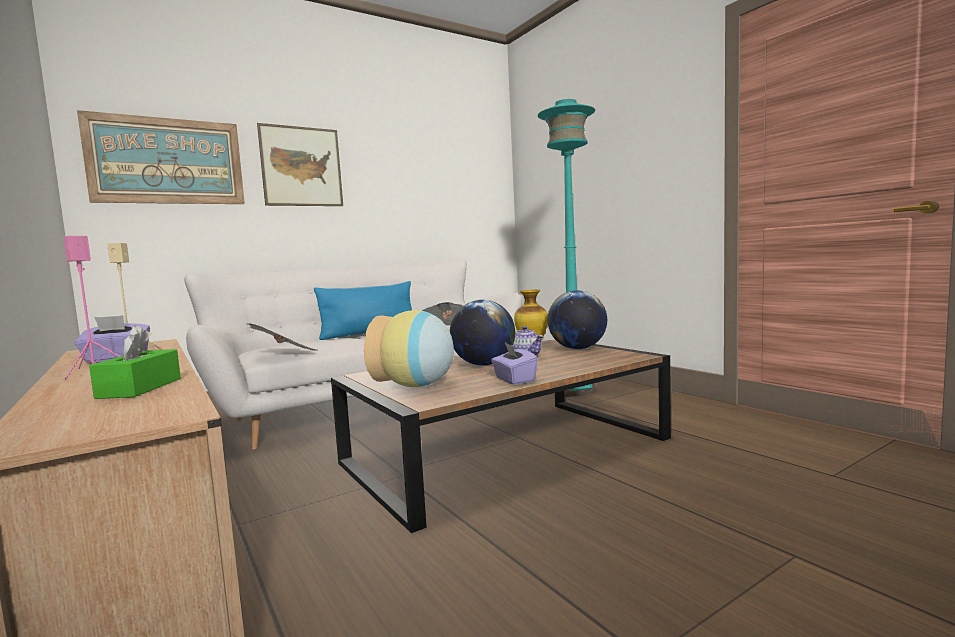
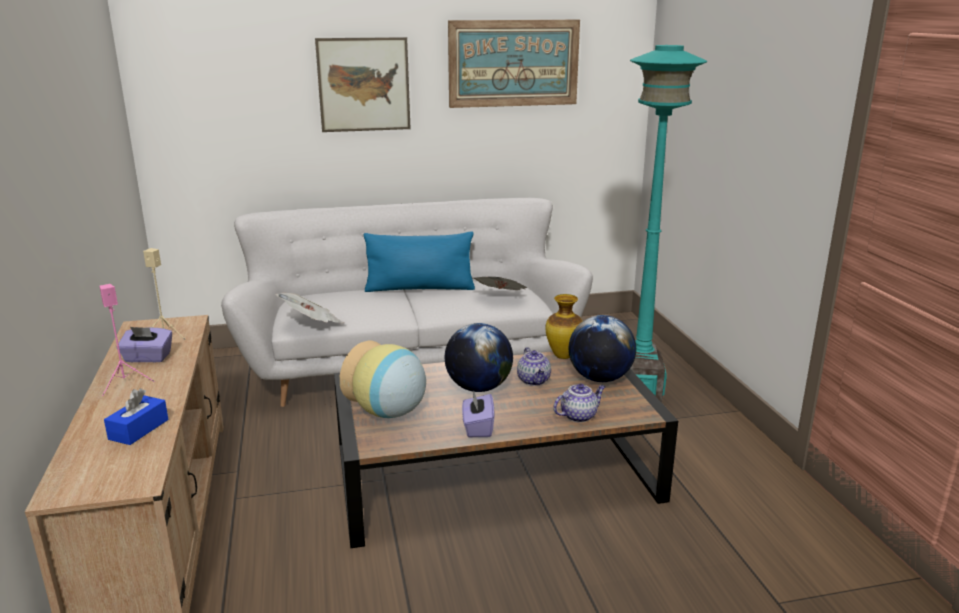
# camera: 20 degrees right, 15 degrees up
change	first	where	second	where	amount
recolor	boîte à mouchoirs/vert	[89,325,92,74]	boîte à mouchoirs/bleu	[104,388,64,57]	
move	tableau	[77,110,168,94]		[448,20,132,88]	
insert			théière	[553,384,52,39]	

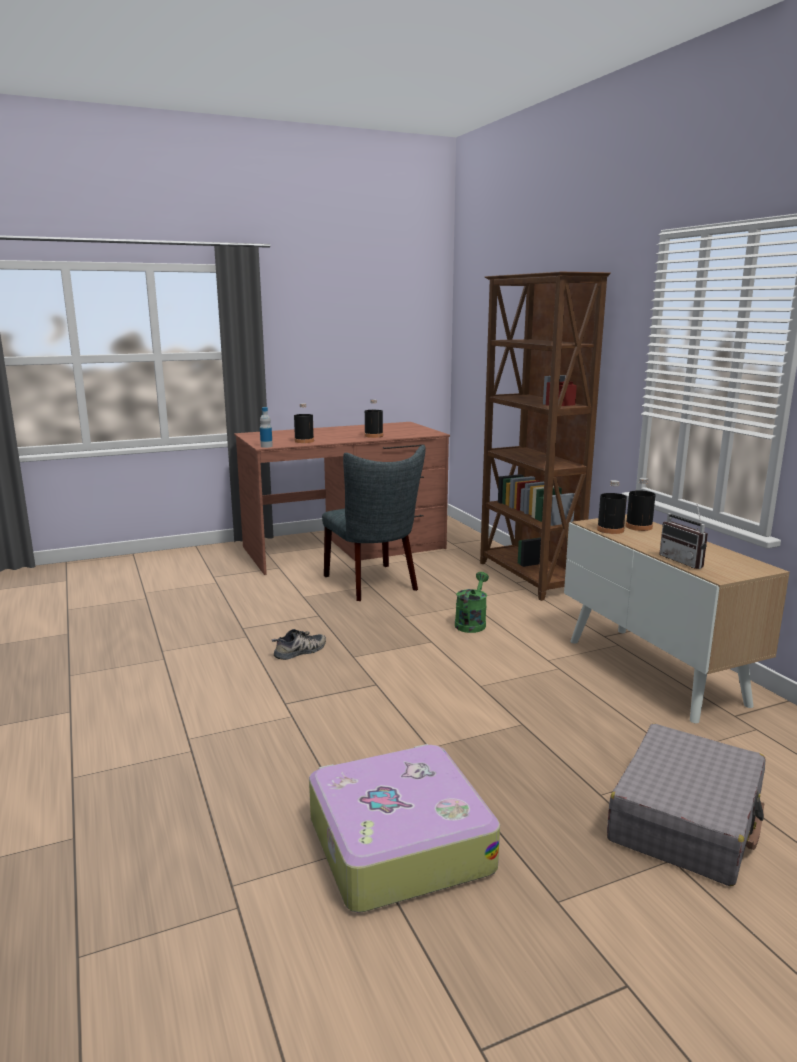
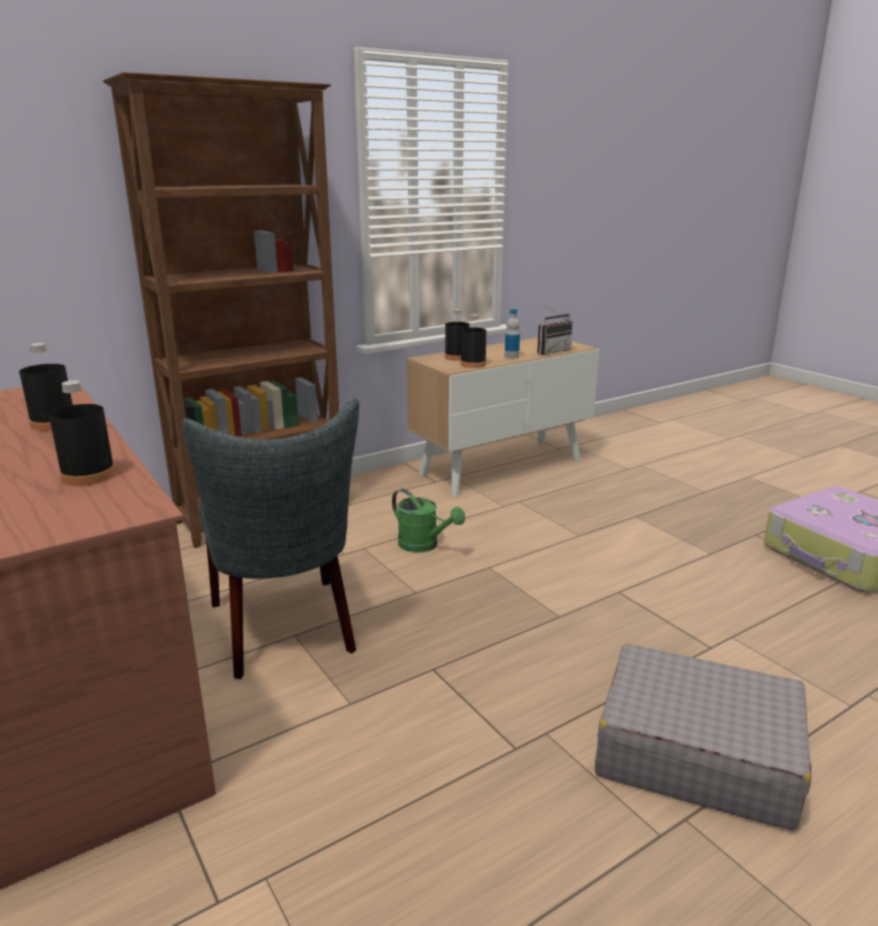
# camera: 100 degrees left, 5 degrees up
change	first	where	second	where	amount
rotate	chaise/gris	[322,445,104,156]		[182,398,177,281]	105 degrees clockwise
rotate	arrosoir/vert	[455,572,34,61]		[392,489,73,64]	150 degrees counterclockwise
move	bouteille	[260,407,13,41]		[505,308,15,51]	
move	valise/gris	[607,724,158,162]		[595,644,217,187]	
delete	chaussure	[272,629,54,31]			

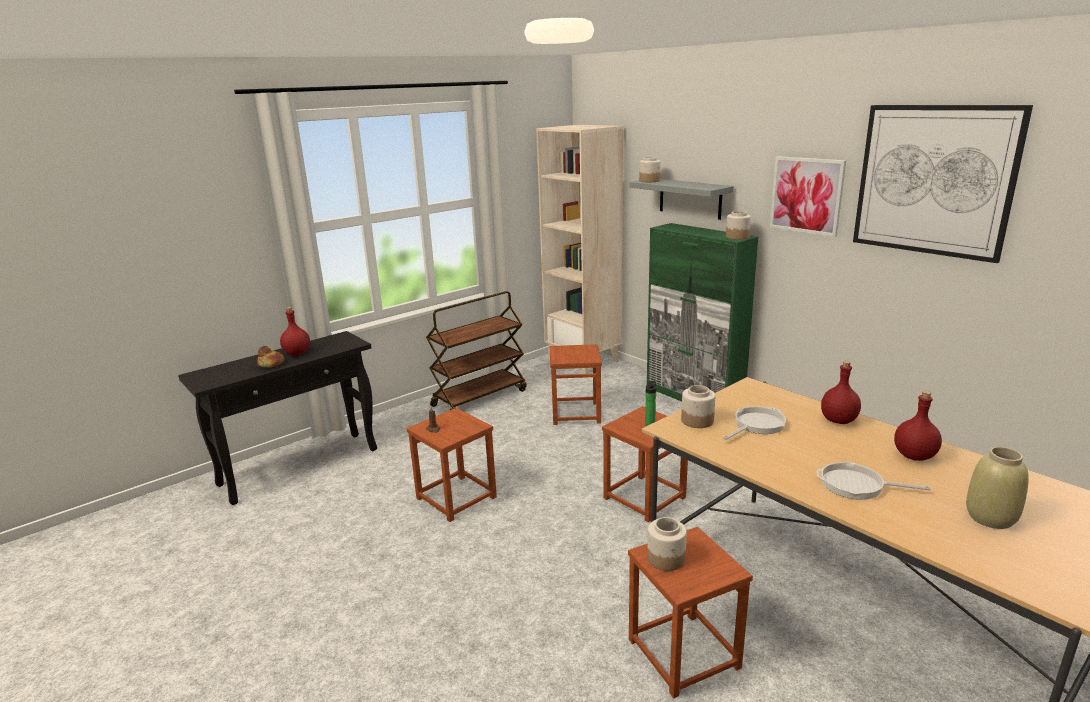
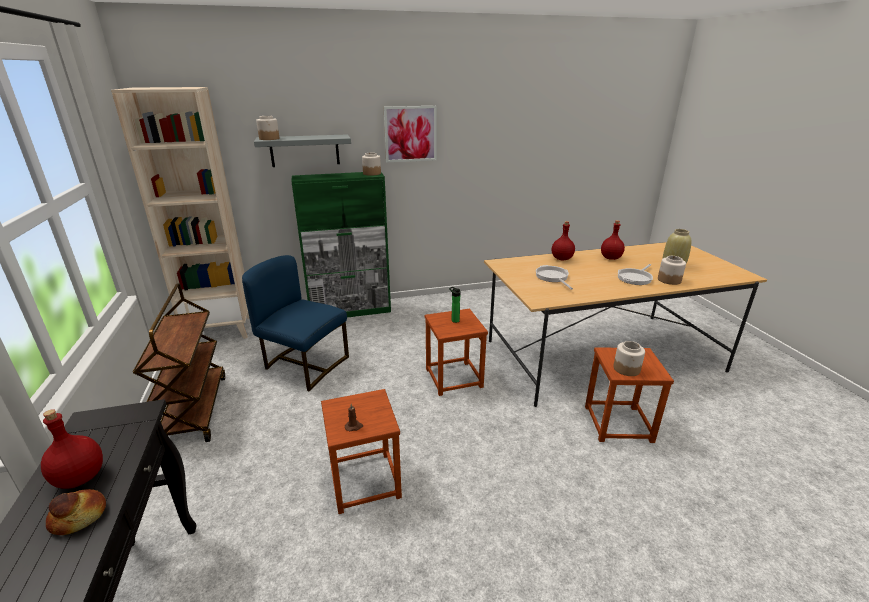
# camera: 65 degrees left, 5 degrees up
change	first	where	second	where	amount
replace	tabouret/marron	[550,344,52,81]	chaise/bleu	[242,255,107,137]	
move	bocal	[681,385,34,43]		[658,256,28,29]	
delete	tableau	[853,105,180,158]			

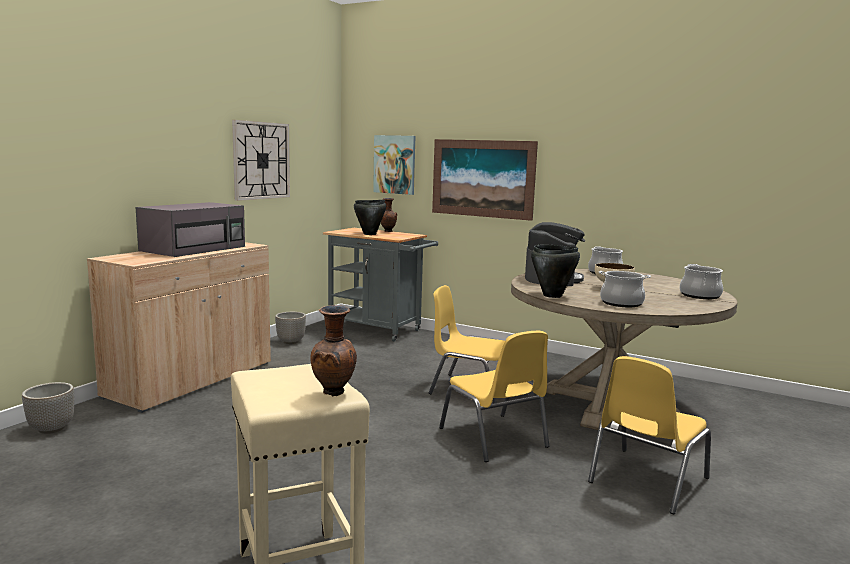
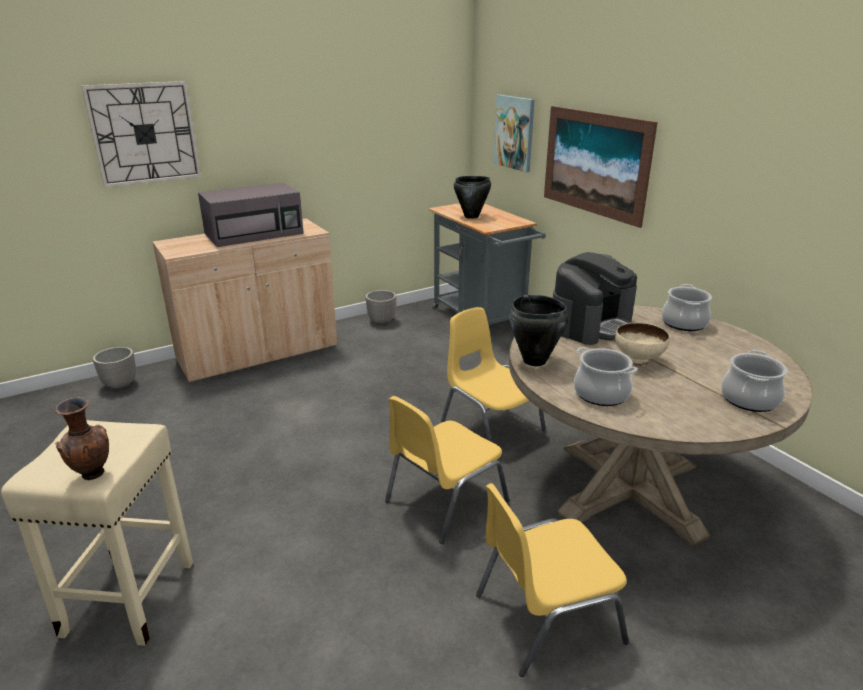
# camera: 30 degrees right, 15 degrees up
change	first	where	second	where	amount
move	horloge murale	[232,120,58,81]		[81,81,120,107]	
rotate	chaise/jaune	[439,331,110,131]		[385,396,124,148]	45 degrees clockwise
delete	vase/marron	[381,198,16,34]			

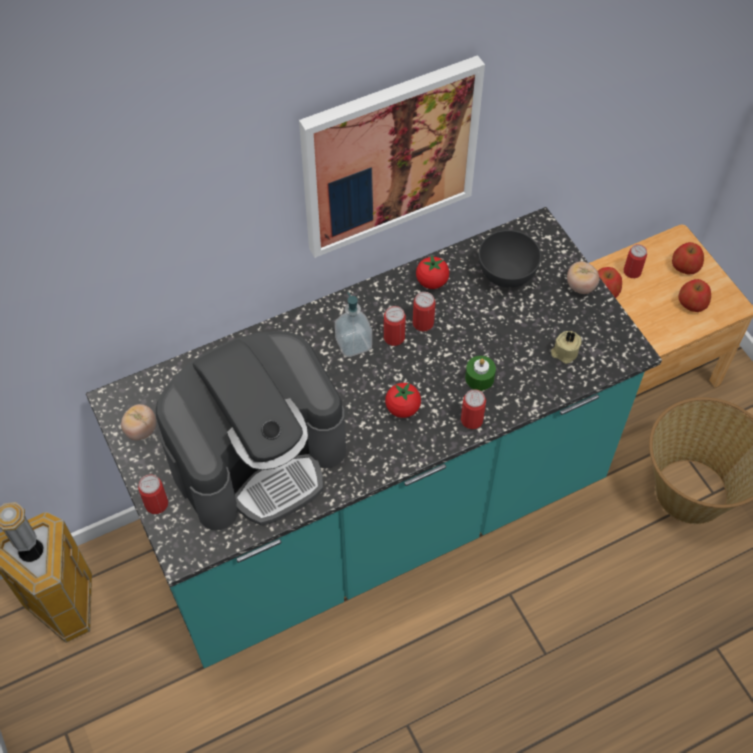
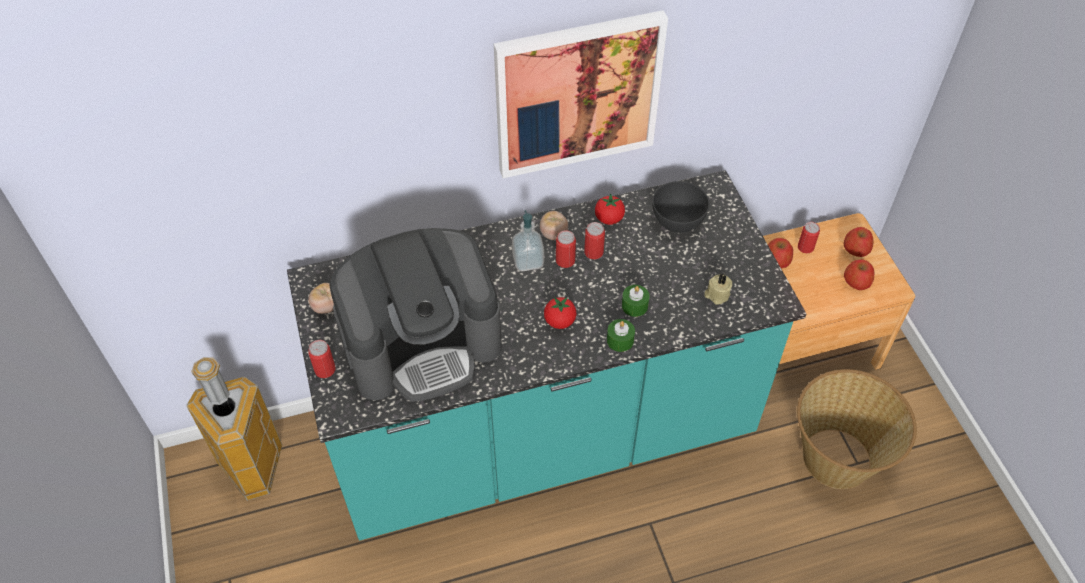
# camera: 10 degrees right, 5 degrees down
change	first	where	second	where	amount
move	tomate	[567,261,32,33]		[540,211,28,29]	
replace	boîte métallique	[461,389,25,40]	bougie/vert	[607,319,28,33]	

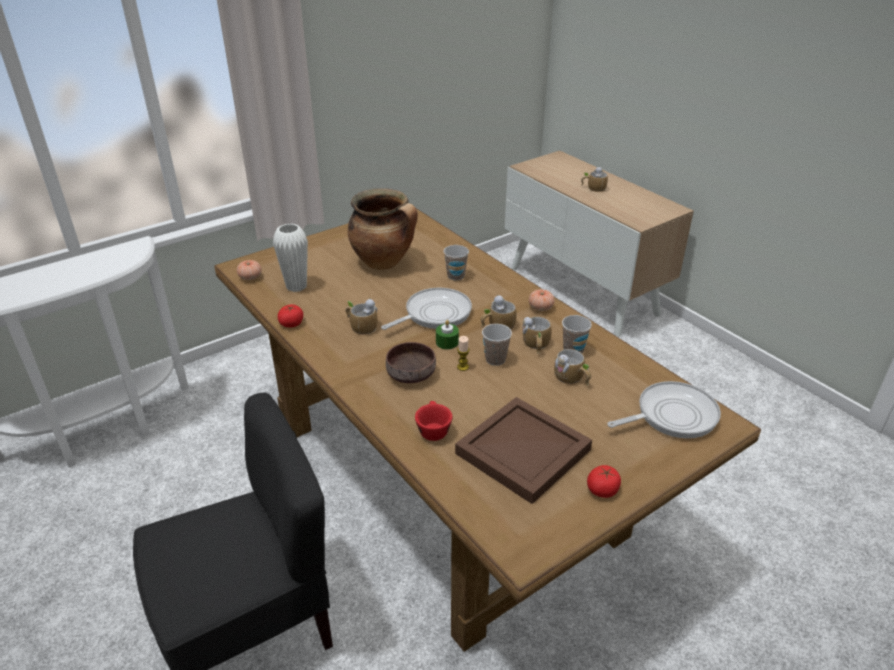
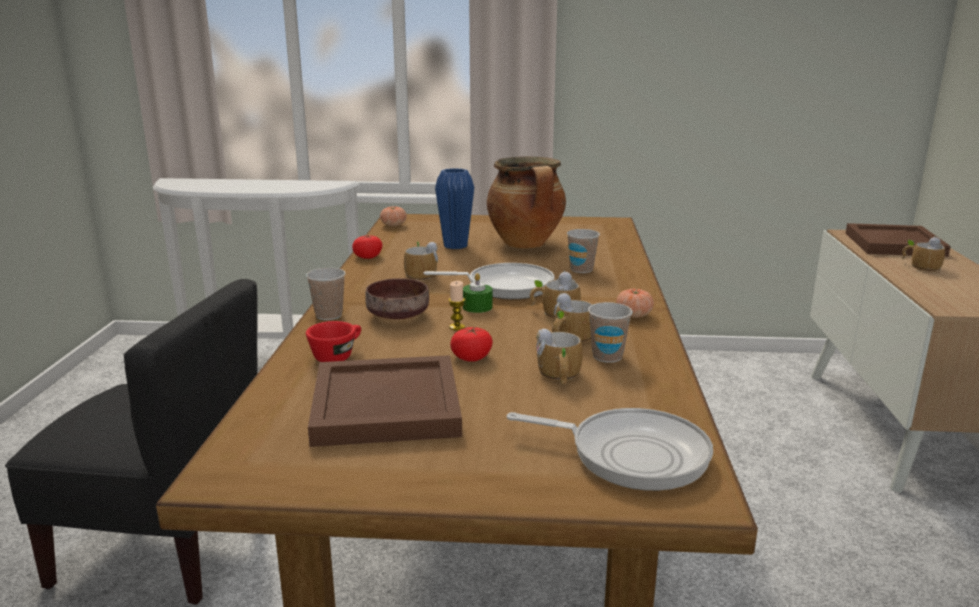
# camera: 40 degrees right, 15 degrees down
change	first	where	second	where	amount
move	tasse	[482,324,30,42]		[306,268,40,52]	
insert			vase/bleu	[435,168,39,81]	
move	tomate	[587,465,34,33]		[450,327,43,35]	
insert			plateau/marron	[846,223,105,34]	
delete	vase/blanc	[273,223,35,69]			

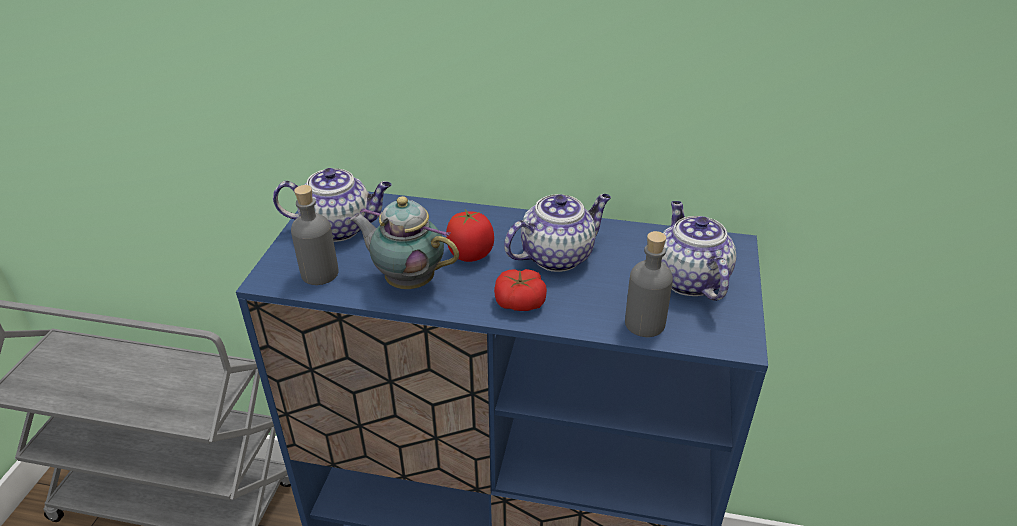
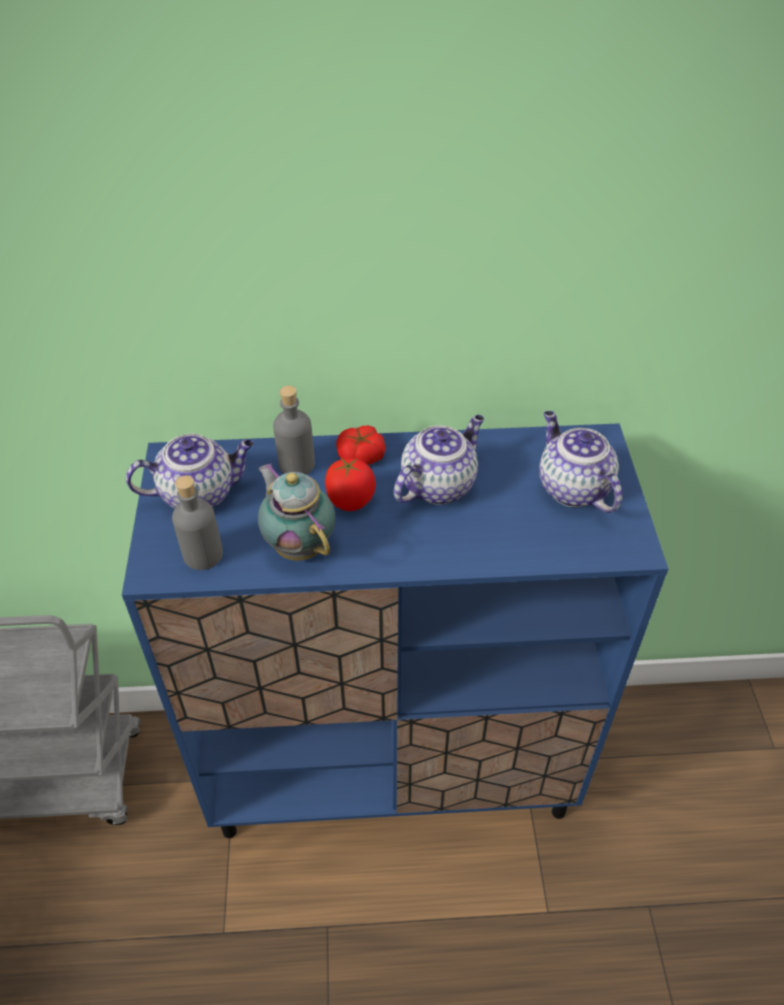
# camera: 15 degrees left, 10 degrees up
change	first	where	second	where	amount
rotate	théière	[350,196,109,93]		[258,463,78,98]	45 degrees clockwise
move	bouteille/gris	[625,231,48,106]		[273,386,42,89]	
move	tomate	[494,269,53,42]		[336,426,50,39]	

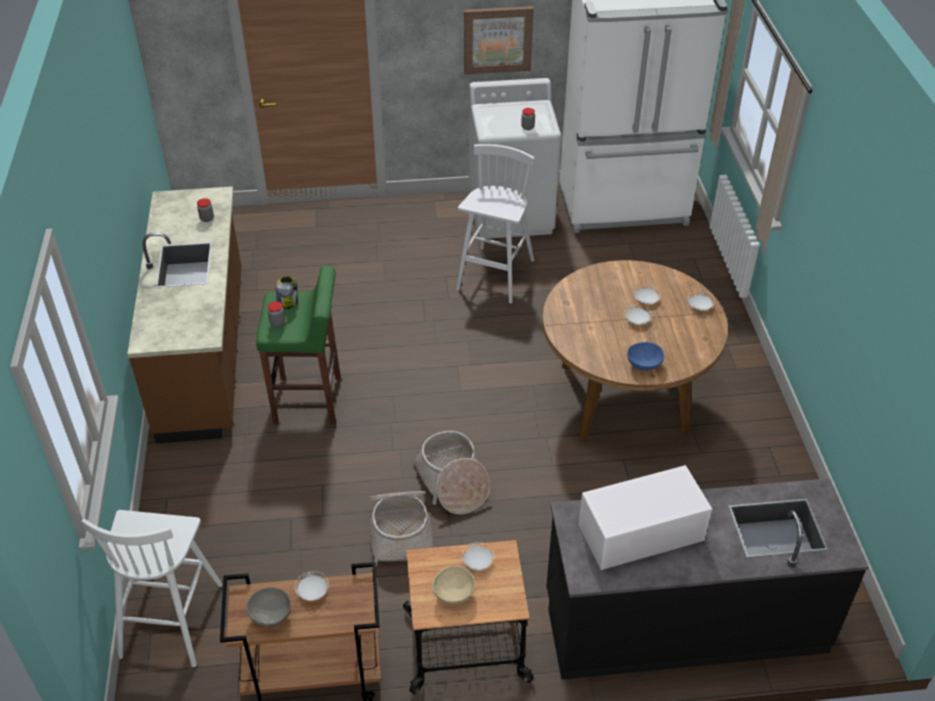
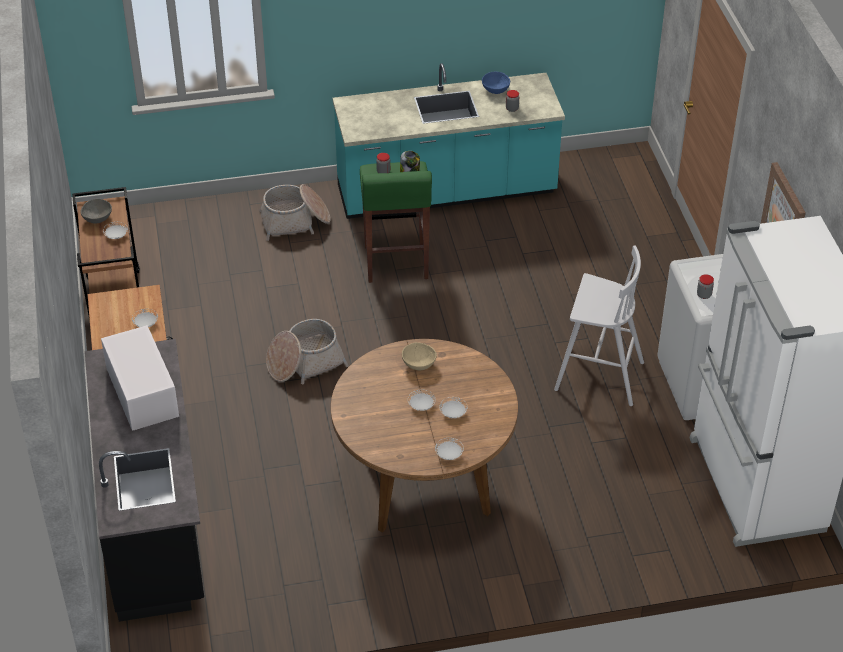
# camera: 85 degrees right, 0 degrees up
change	first	where	second	where	amount
move	panier	[369,491,64,76]		[259,184,72,57]	
recolor	comptoir de cuisine/marron	[127,187,115,257]	comptoir de cuisine/turquoise	[333,63,232,156]	
move	bol/beige	[432,565,43,40]		[402,342,35,28]	
move	bol/bleu	[627,342,37,29]		[482,72,28,22]	
delete	tabouret/blanc	[82,510,140,157]			

